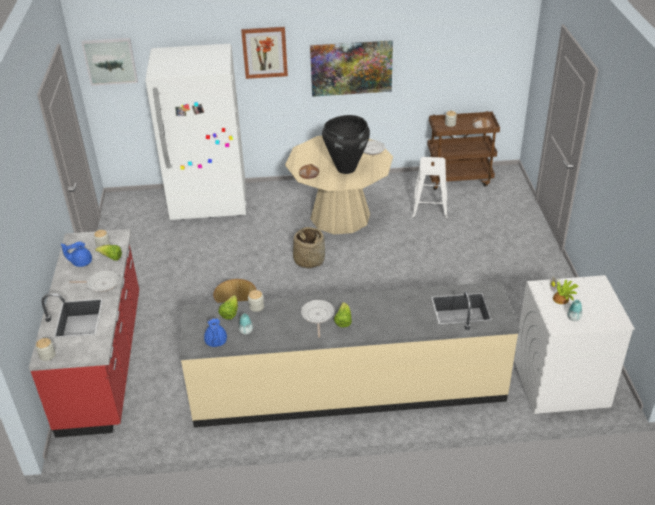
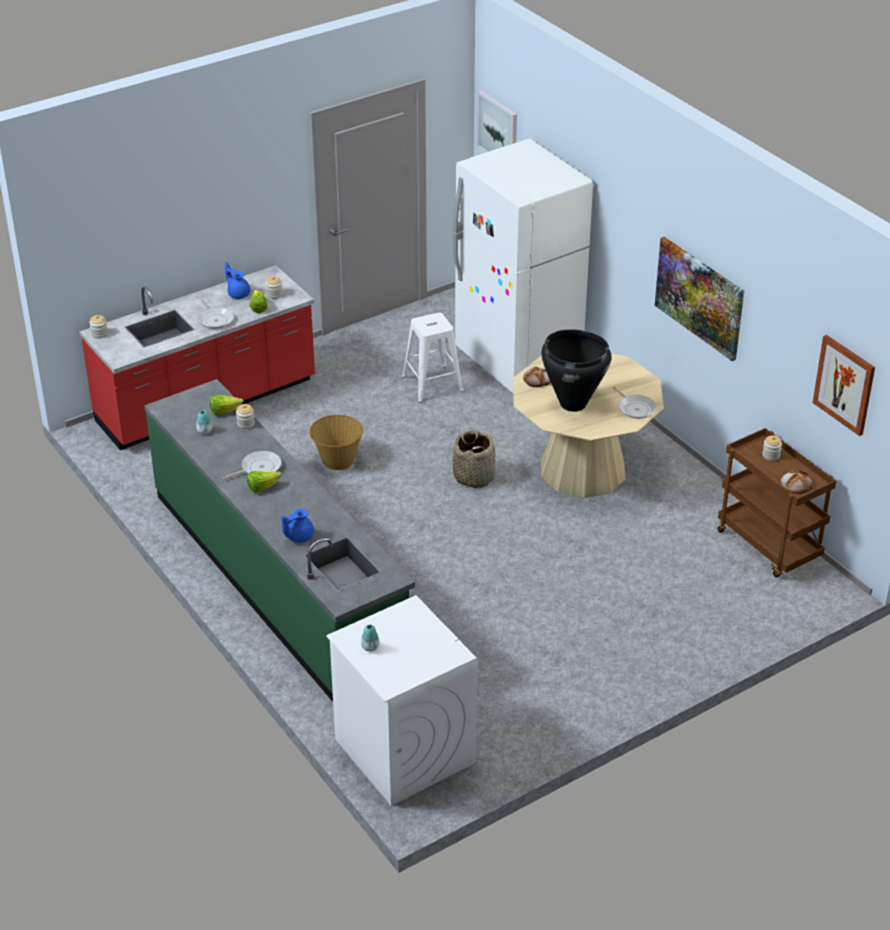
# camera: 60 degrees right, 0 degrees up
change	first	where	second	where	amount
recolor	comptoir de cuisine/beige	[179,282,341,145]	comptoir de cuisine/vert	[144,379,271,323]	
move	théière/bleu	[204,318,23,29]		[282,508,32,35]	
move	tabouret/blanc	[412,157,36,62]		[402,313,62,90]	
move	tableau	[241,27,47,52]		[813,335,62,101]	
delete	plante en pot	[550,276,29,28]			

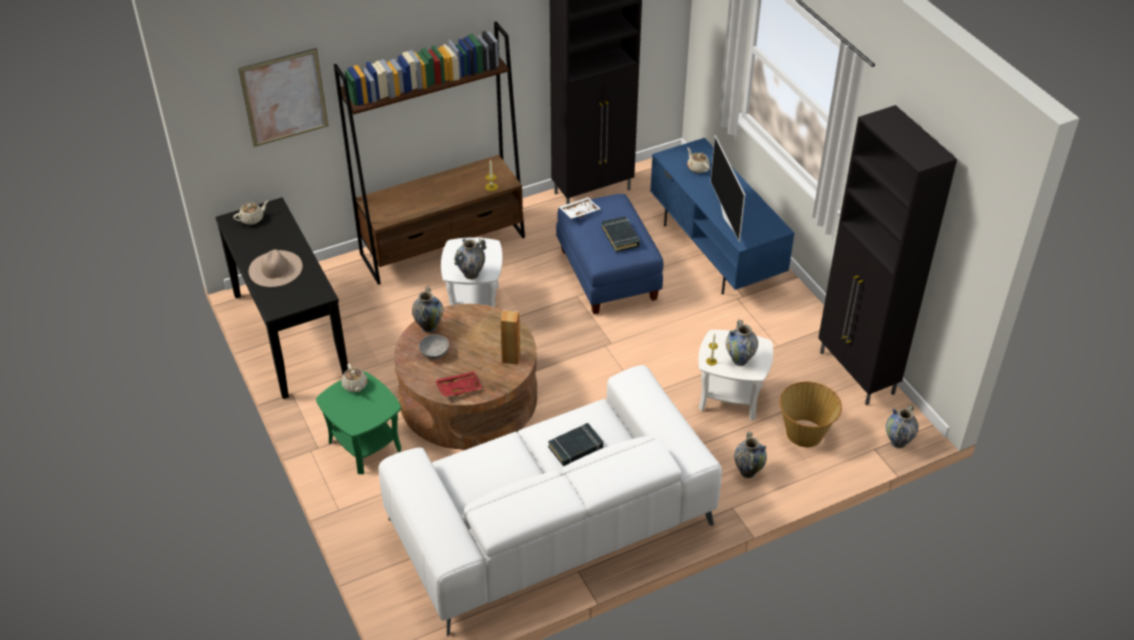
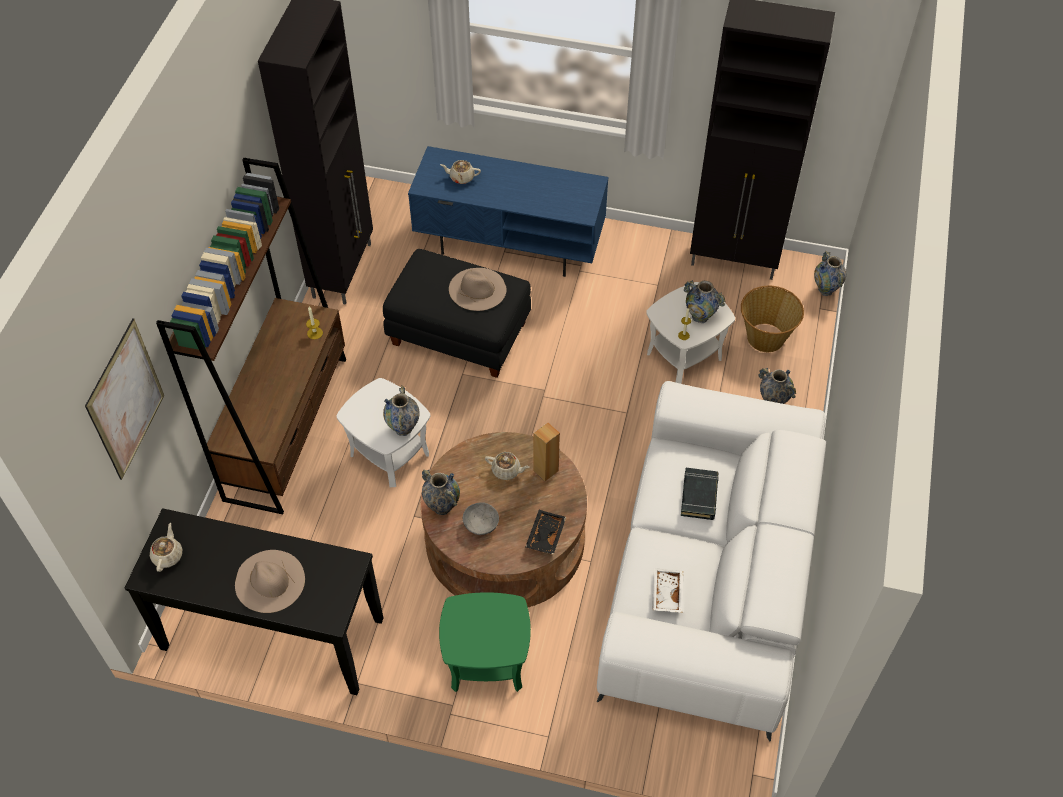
# camera: 50 degrees left, 10 degrees up
change	first	where	second	where	amount
recolor	pouf/bleu	[556,194,107,120]	pouf/noir	[383,249,148,129]	
replace	livre/noir	[602,216,38,36]	chapeau/beige	[449,268,58,43]	
move	théière/beige	[341,364,27,28]		[485,452,45,28]	
recolor	plateau/rouge	[435,371,48,26]	plateau/noir	[525,510,41,45]	
move	plateau/blanc	[559,197,42,22]		[652,568,31,45]	
delete	téléviseur	[710,135,35,107]			

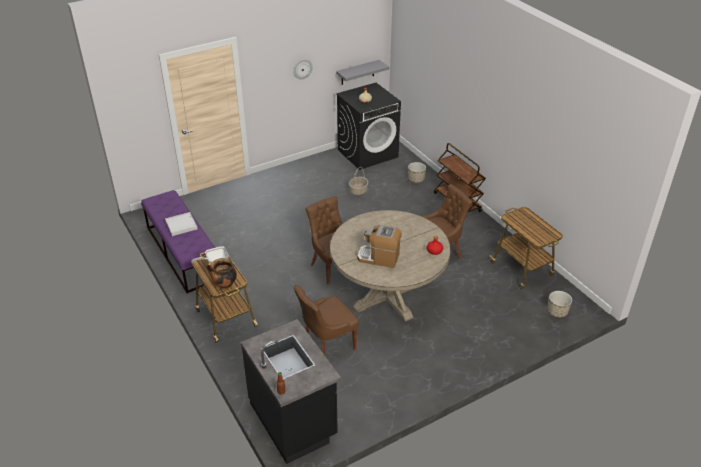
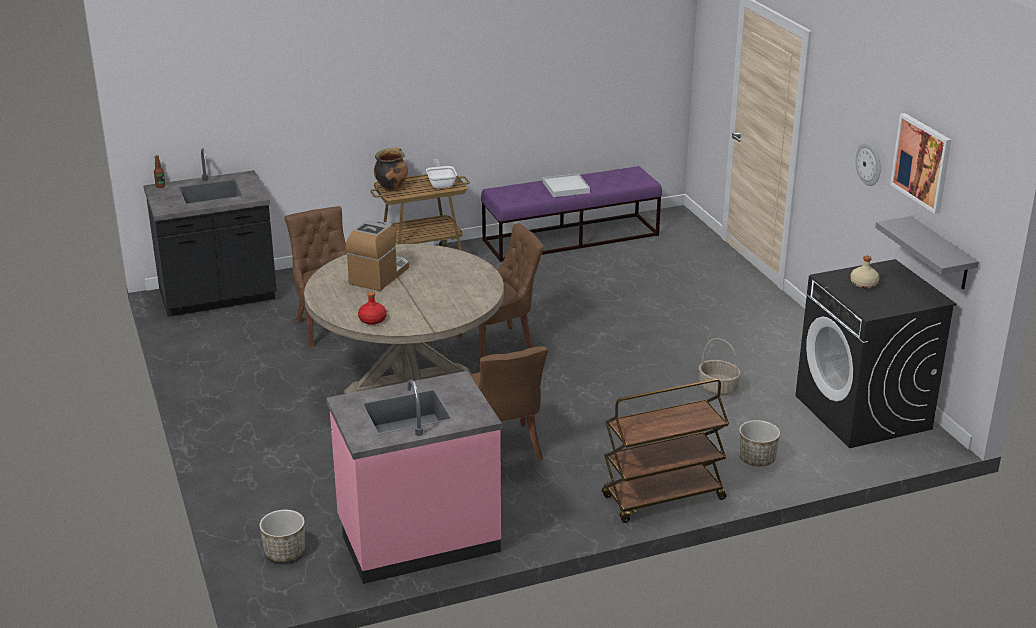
# camera: 100 degrees right, 10 degrees down
change	first	where	second	where	amount
replace	chariot	[489,207,74,82]	comptoir de cuisine/rose	[326,371,176,213]	
insert			tableau	[890,113,61,101]	

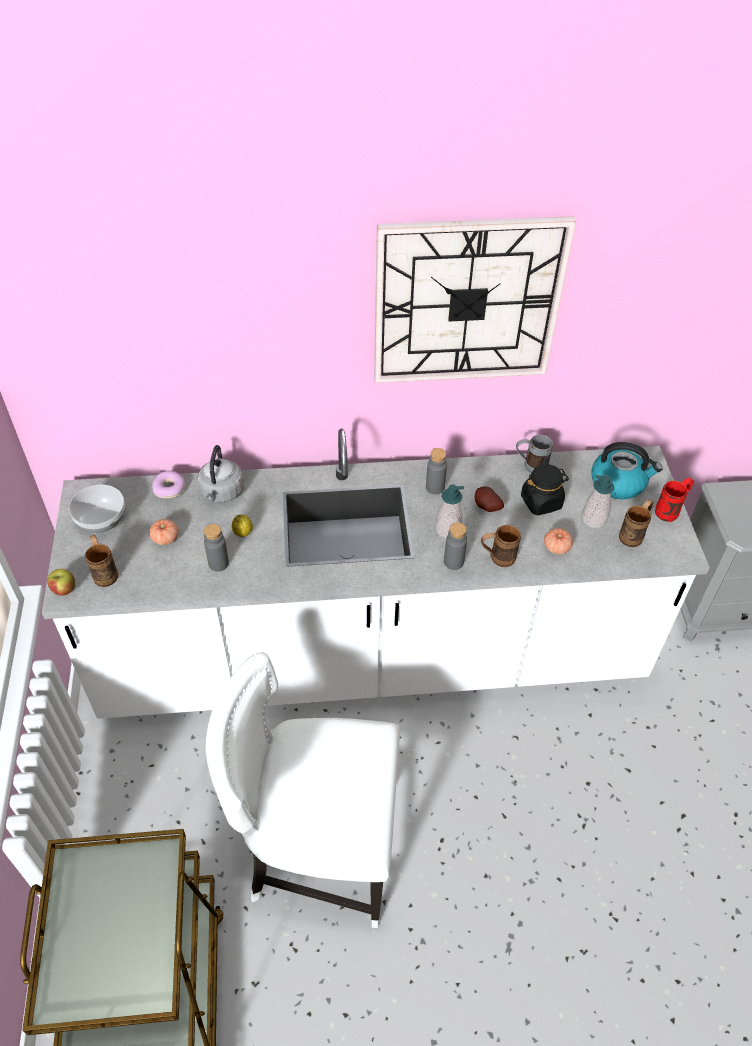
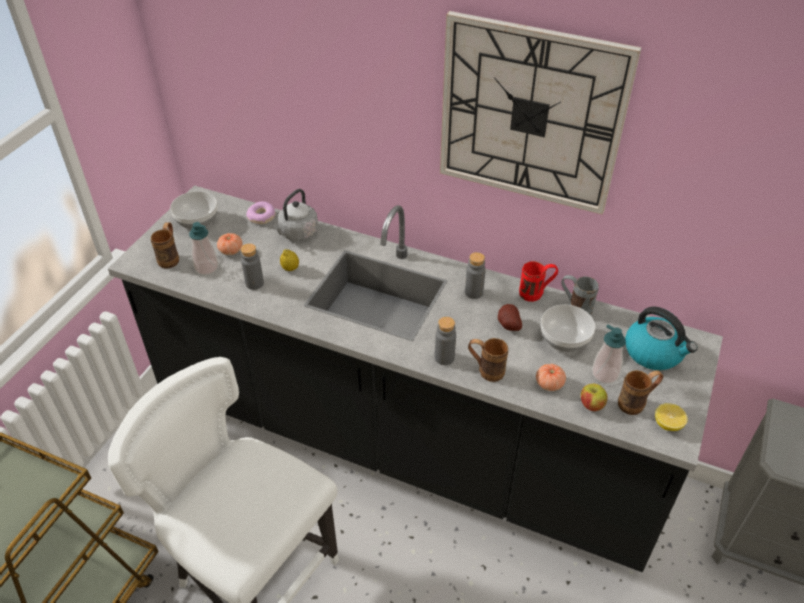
# camera: 30 degrees right, 5 degrees down
change	first	where	second	where	amount
recolor	comptoir de cuisine/blanc	[42,429,668,290]	comptoir de cuisine/noir	[108,185,615,387]	
move	distributeur de savon	[435,484,29,54]		[189,222,29,53]	
move	mug/rouge	[655,477,39,45]		[519,261,39,41]	
replace	bocal/noir	[521,464,48,51]	bol	[541,304,54,48]	
move	pomme	[47,569,28,27]		[581,384,27,27]	
insert			citron	[655,403,33,28]	

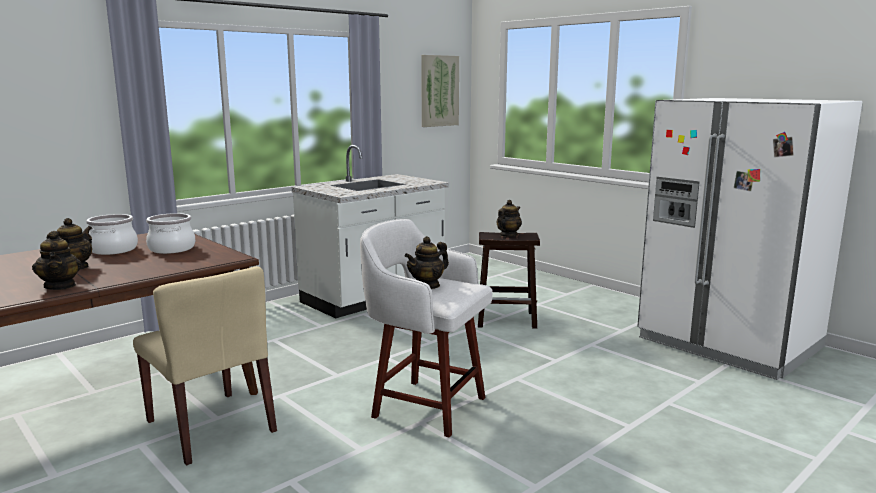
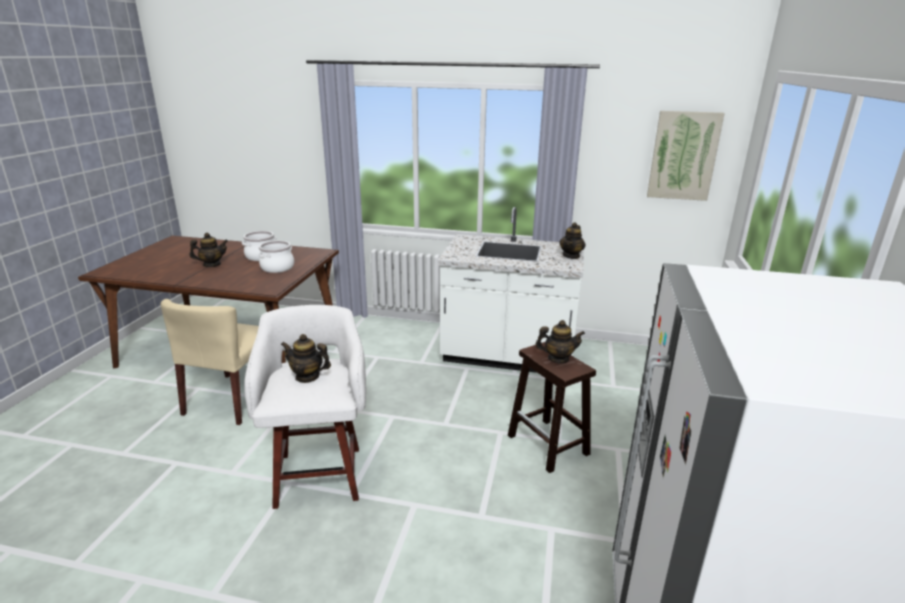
# camera: 55 degrees right, 10 degrees up
change	first	where	second	where	amount
move	théière	[32,231,49,59]		[559,222,26,37]	

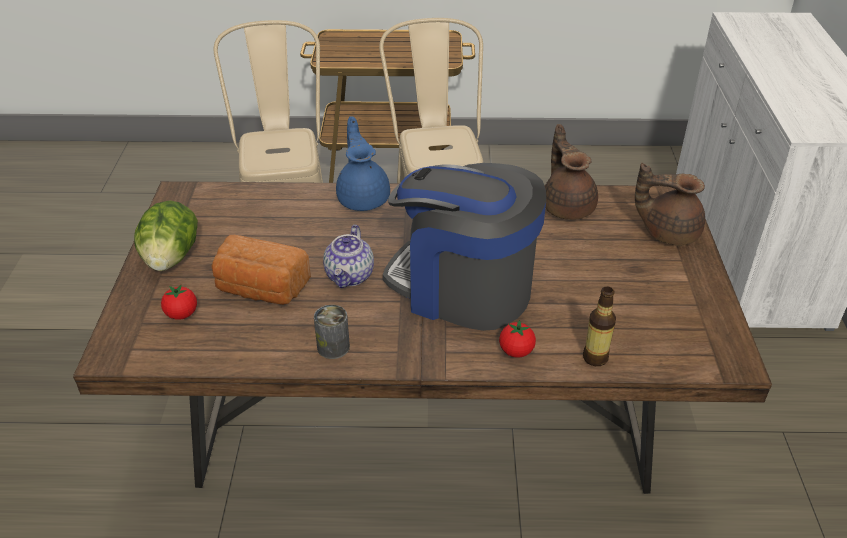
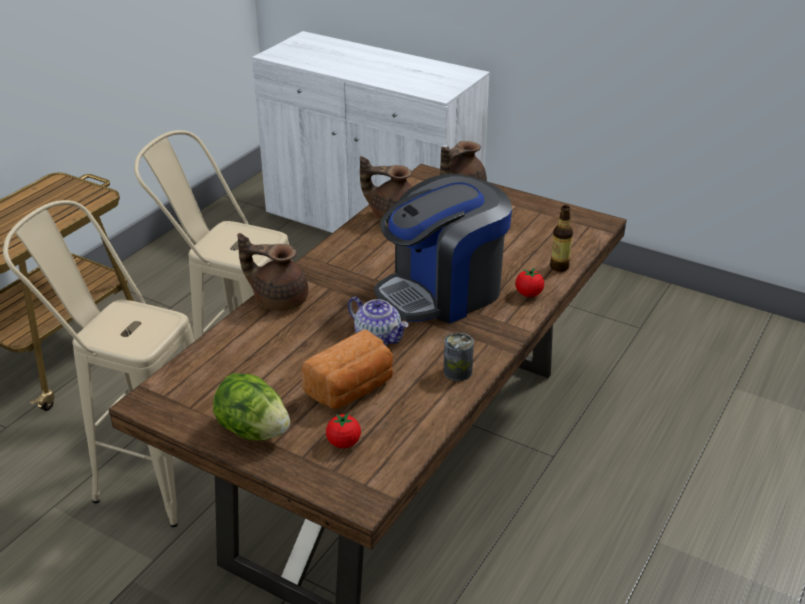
# camera: 60 degrees left, 5 degrees down
change	first	where	second	where	amount
recolor	théière/bleu	[336,116,54,95]	théière/marron	[237,233,71,78]	

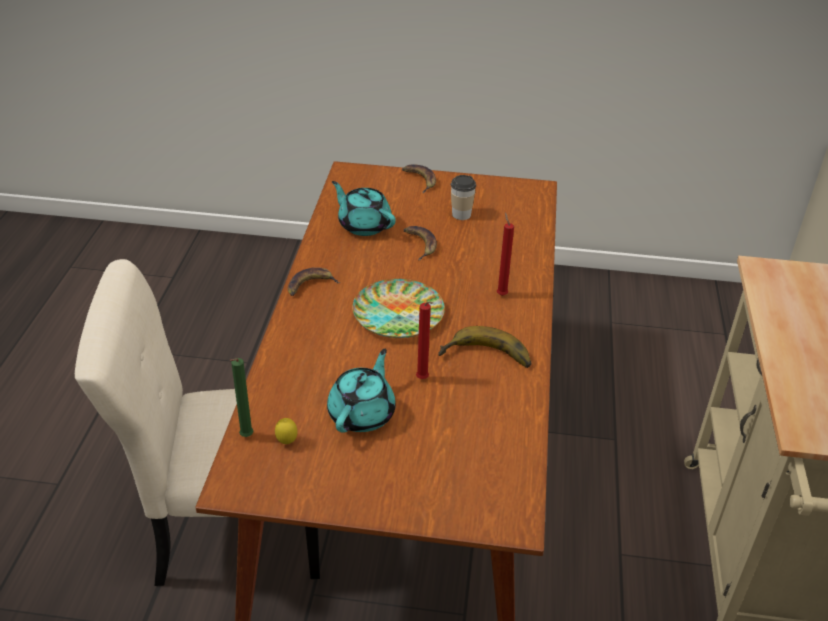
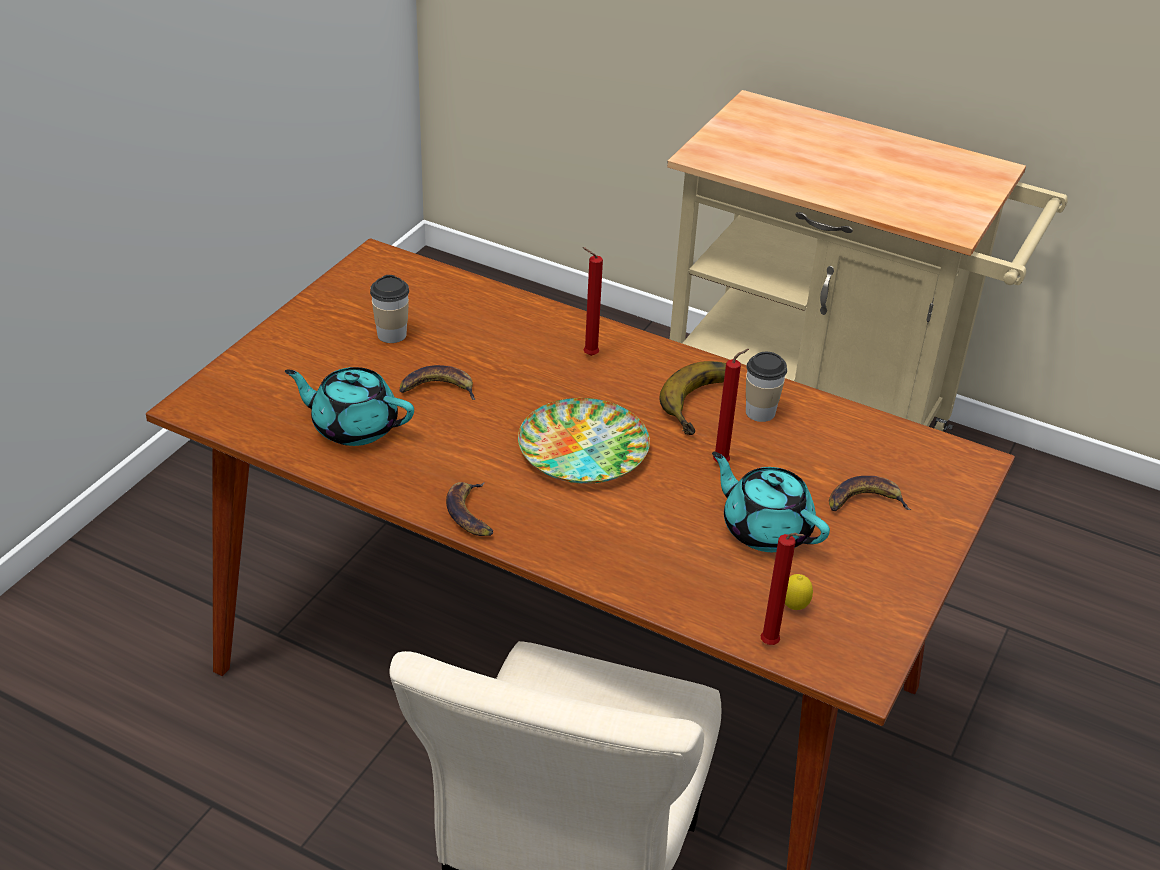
# camera: 70 degrees left, 0 degrees up
change	first	where	second	where	amount
rotate	théière/turquoise	[332,181,64,55]		[285,367,129,79]	45 degrees clockwise
insert			tasse	[746,352,41,70]	
recolor	bougie/vert	[230,358,24,79]	bougie/rouge	[761,533,43,112]	
move	banane	[402,165,34,28]		[829,476,82,35]	

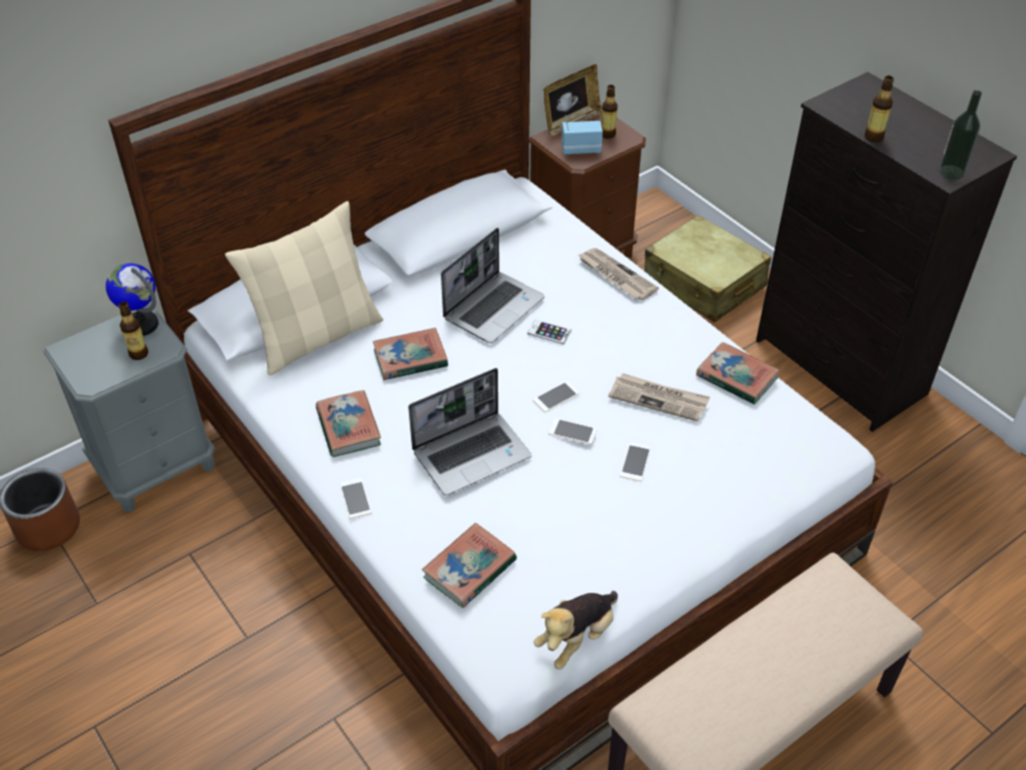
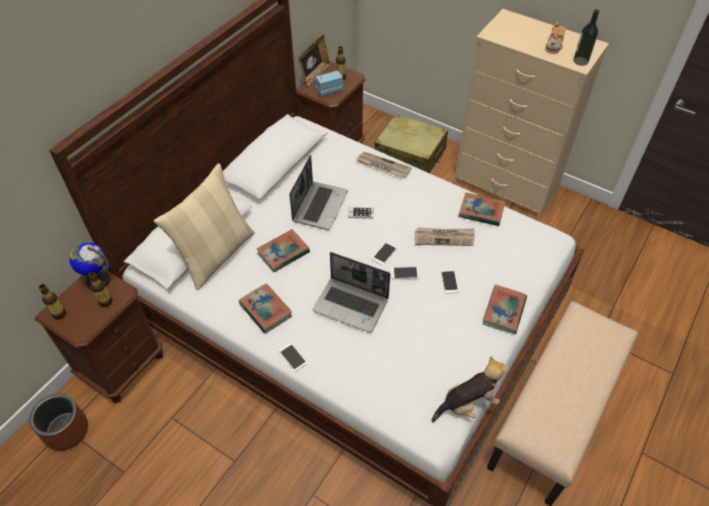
# camera: 20 degrees left, 5 degrees up
change	first	where	second	where	amount
recolor	table de chevet/gris	[43,304,172,208]	table de chevet/marron	[35,268,128,135]	
move	bouteille	[865,76,29,66]		[39,284,27,36]	
rotate	ordinateur portable	[408,368,124,128]		[313,252,77,81]	75 degrees clockwise
rotate	peluche	[534,591,84,78]		[431,356,78,67]	135 degrees counterclockwise
recolor	commode/noir	[756,72,261,360]	commode/beige	[454,9,155,210]	
move	livre	[422,523,95,85]		[483,285,44,49]	
insert			théière	[545,22,21,32]	

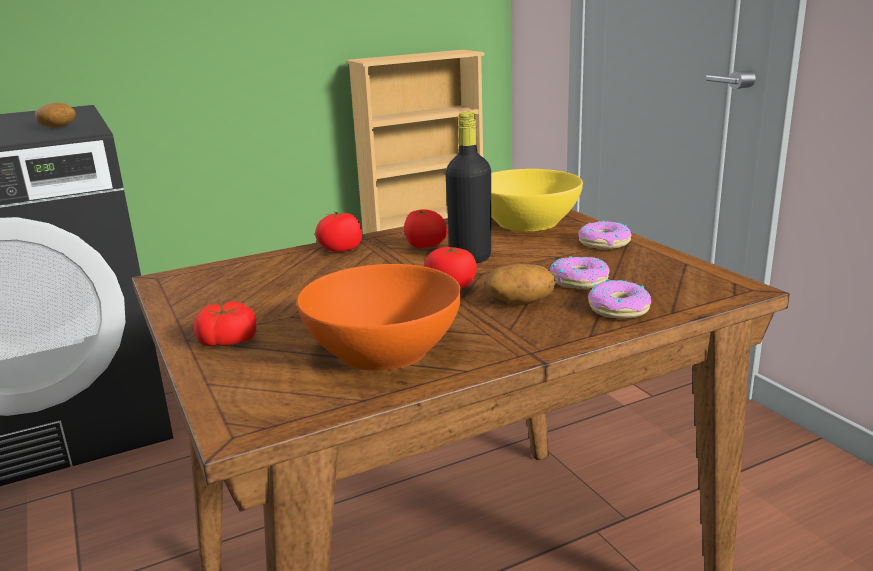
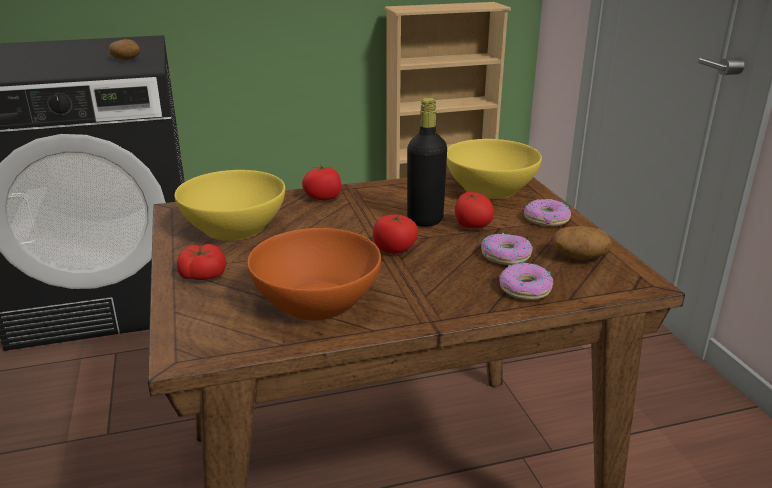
# camera: 10 degrees right, 5 degrees up
change	first	where	second	where	amount
insert			bol/jaune	[174,170,111,71]	
move	tomate	[404,210,43,38]		[455,192,39,36]	
move	pomme de terre	[485,264,71,40]		[552,226,60,34]	

